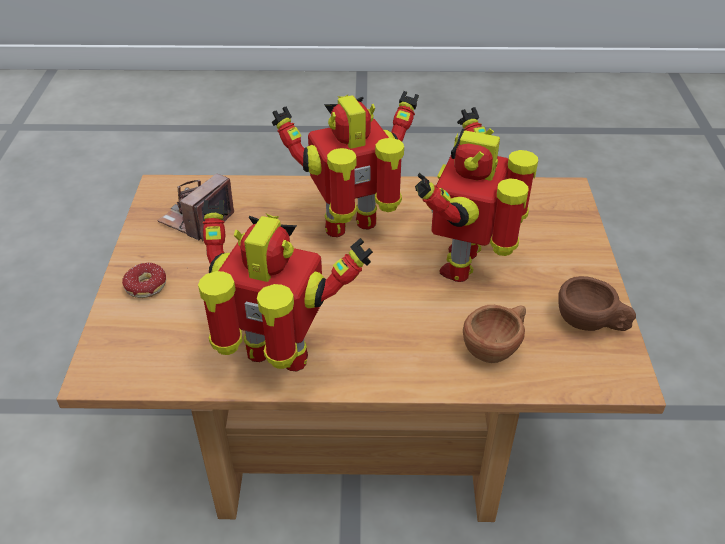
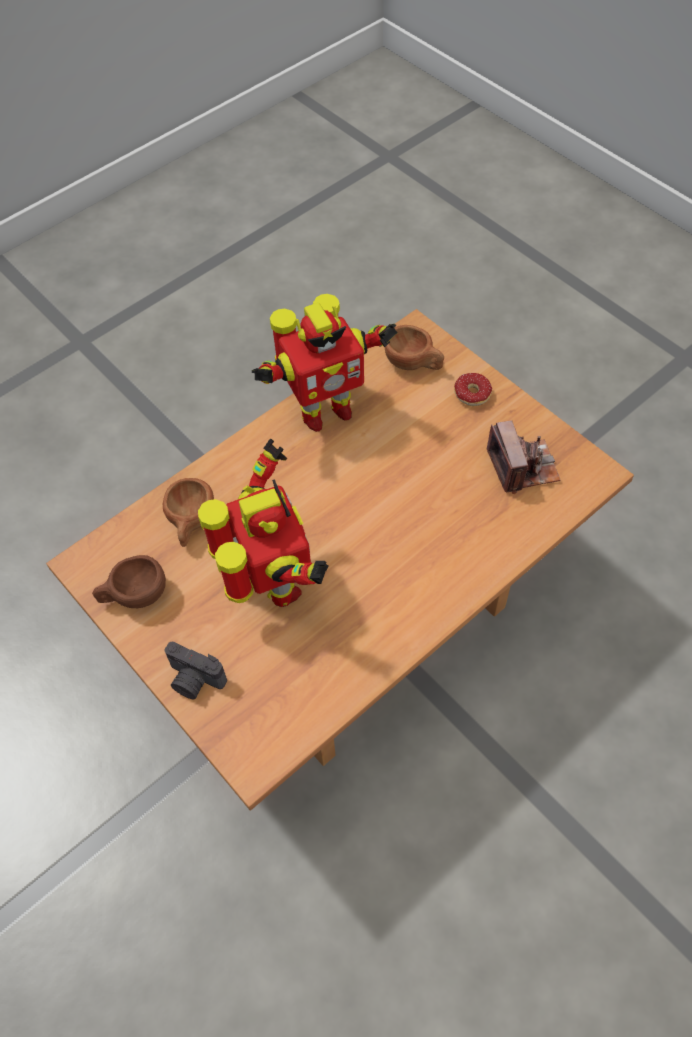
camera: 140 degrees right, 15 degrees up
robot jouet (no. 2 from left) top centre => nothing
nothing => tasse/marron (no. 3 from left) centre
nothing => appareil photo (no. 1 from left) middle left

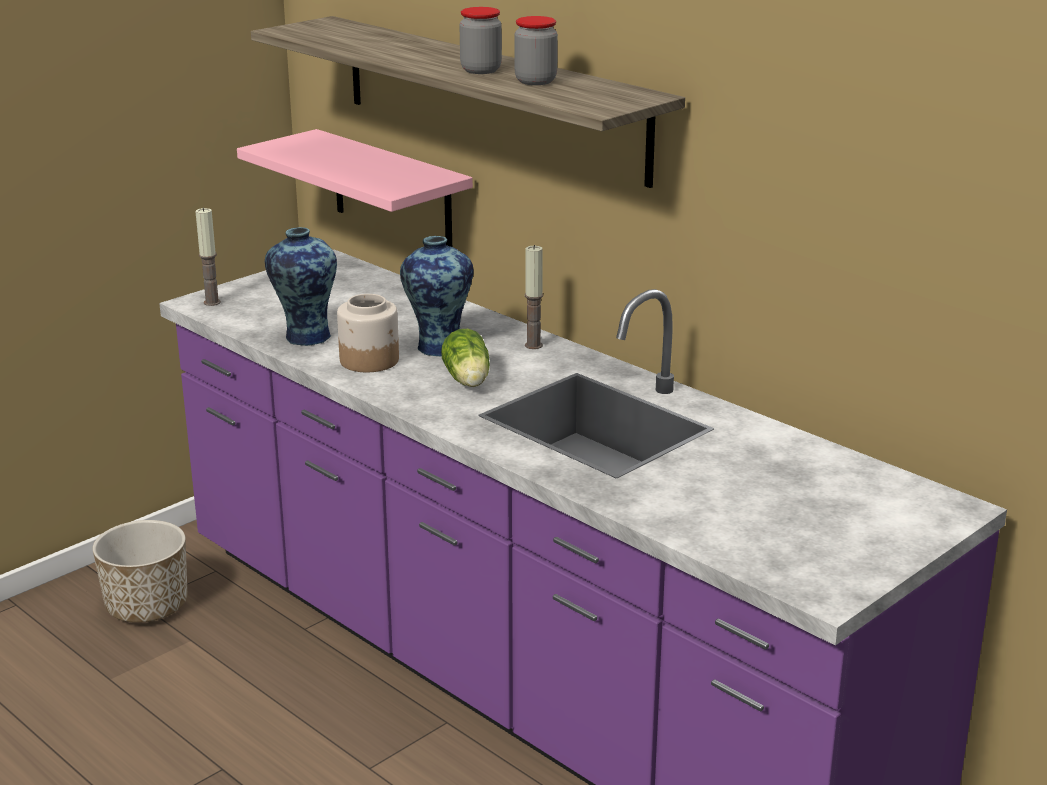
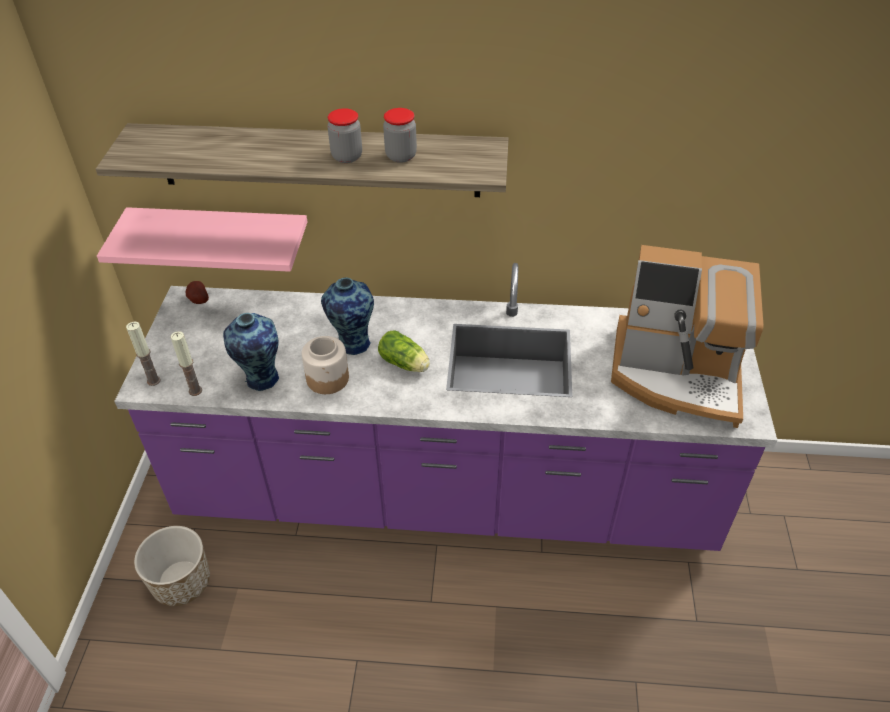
camera: 40 degrees left, 20 degrees up
bougie (no. 2 from left) centre => bougie (no. 2 from left) middle left, relocated
nothing => machine à café middle right
nothing => pomme de terre middle left

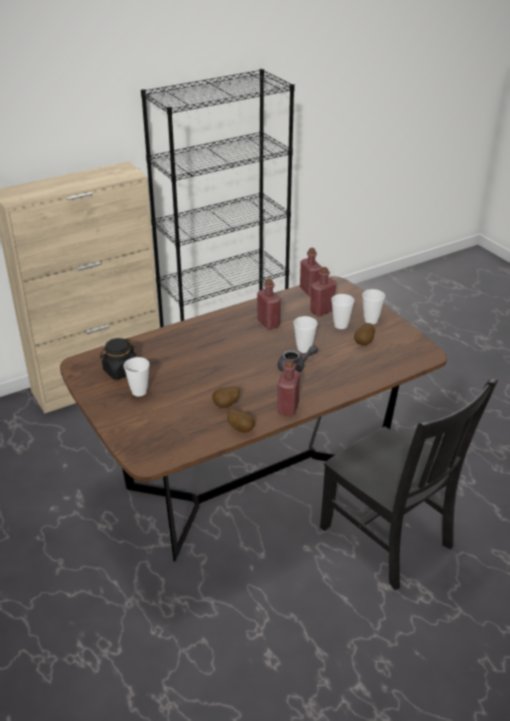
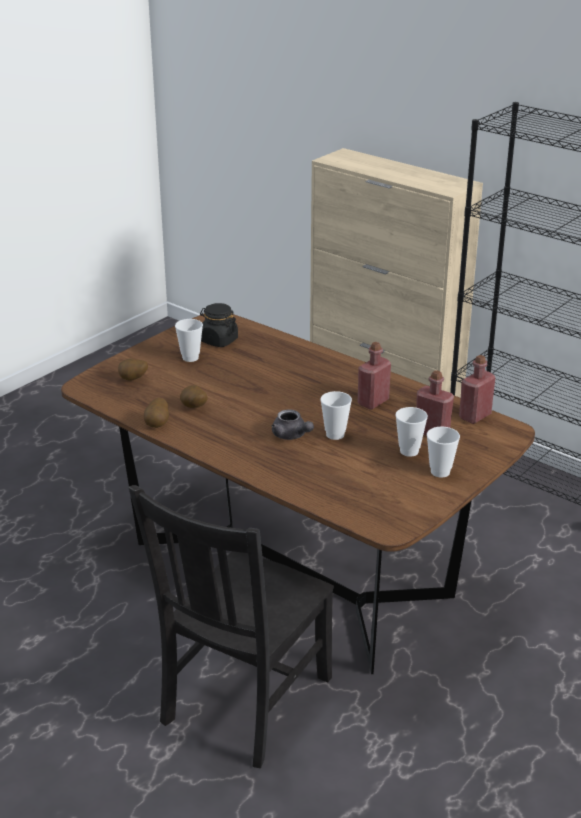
camera: 70 degrees right, 5 degrees down
pomme de terre (no. 3 from left in the first image) middle right => pomme de terre (no. 1 from left) middle left, relocated
bouteille/rouge (no. 2 from left) centre => nothing

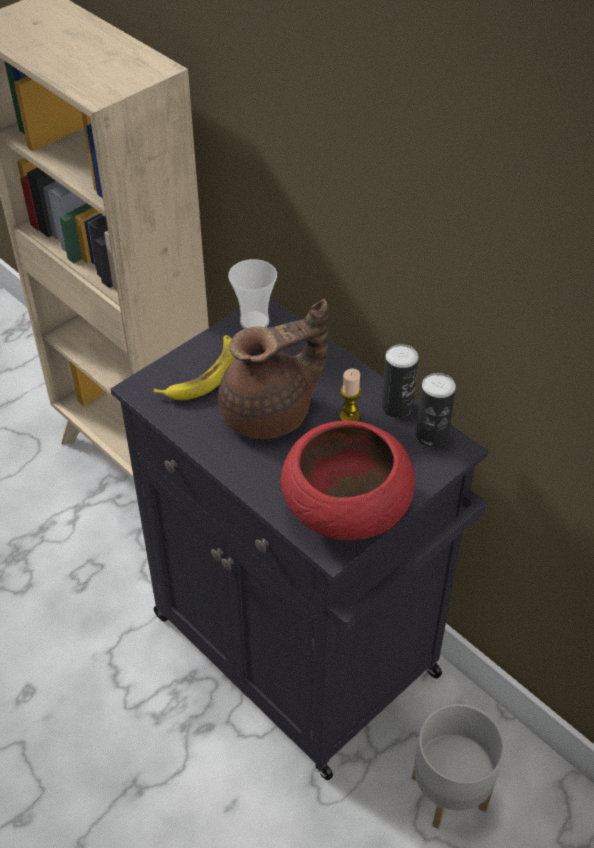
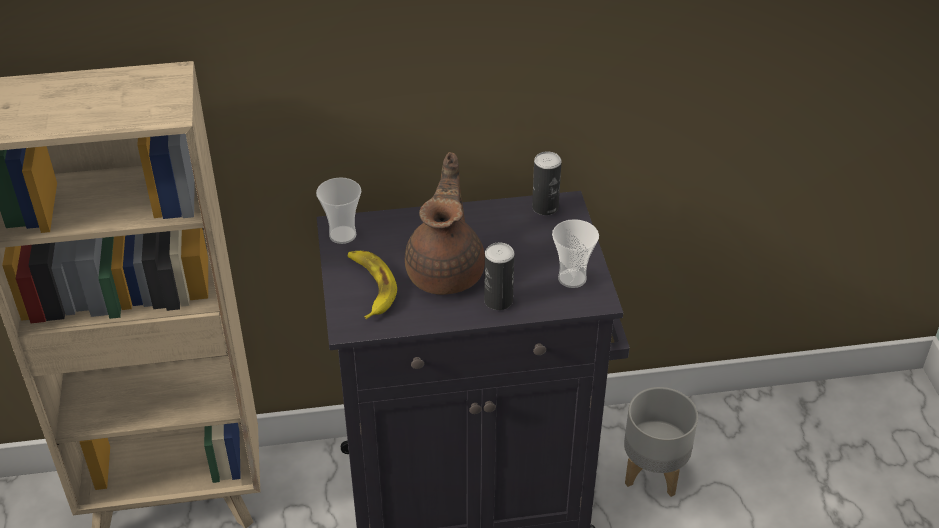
camera: 55 degrees left, 5 degrees down
boîte métallique (no. 1 from left) middle right => boîte métallique (no. 1 from left) centre, relocated
bougie centre => nothing
bol/rouge centre => tasse (no. 2 from left) centre

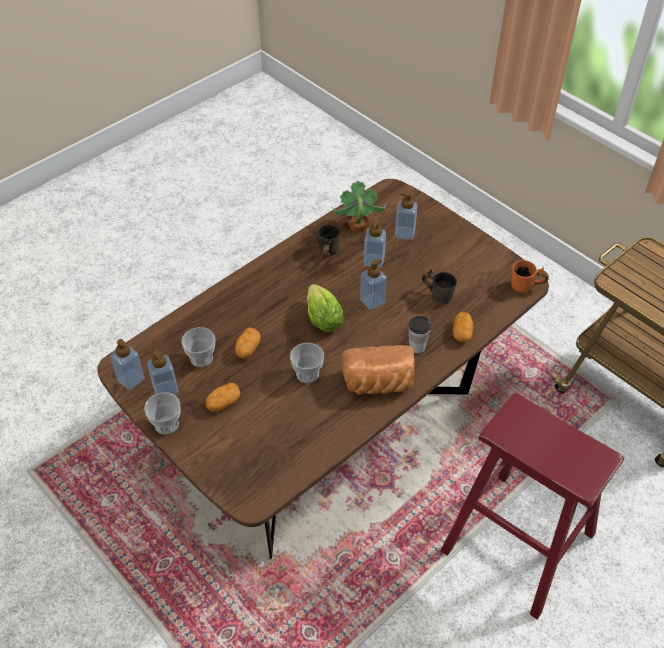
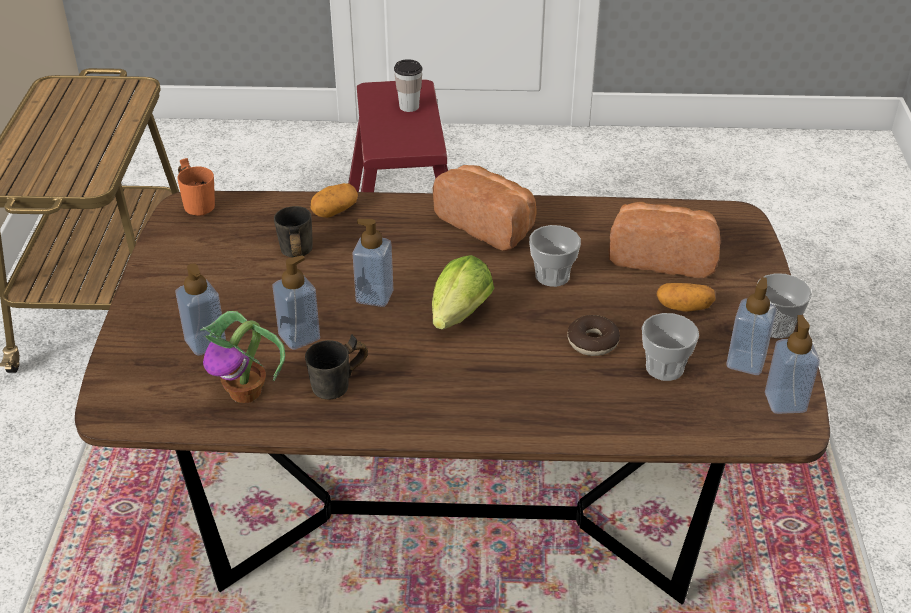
camera: 135 degrees left, 10 degrees down
tasse (no. 4 from left in the first image) centre => tasse (no. 1 from left) top centre, relocated
pomme de terre (no. 2 from left) centre => beignet centre
nothing => pain (no. 2 from left) middle right

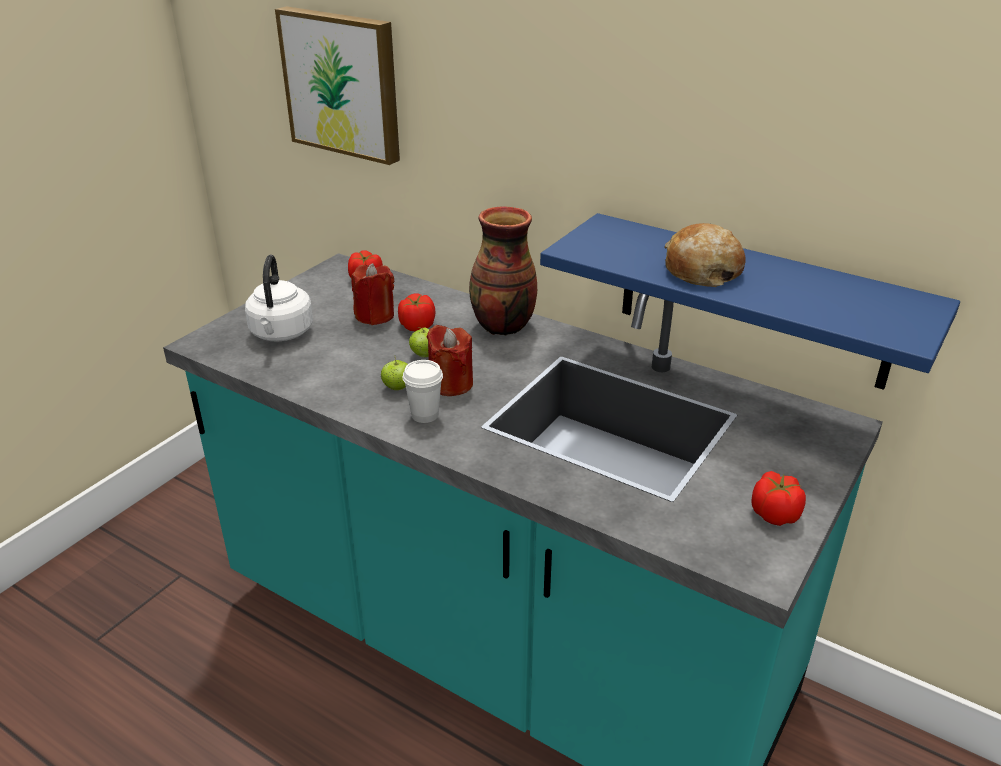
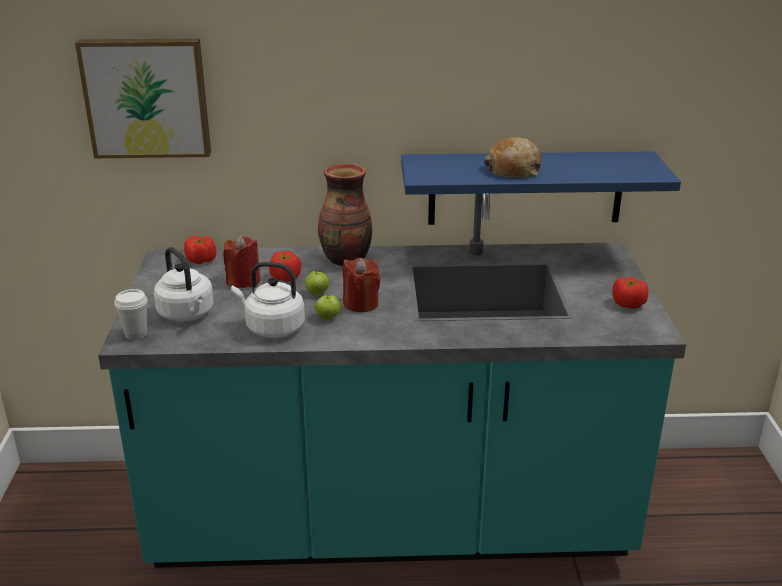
camera: 35 degrees left, 5 degrees down
tasse/blanc centre => tasse/blanc middle left, relocated
nothing => bouilloire/blanc (no. 2 from left) centre

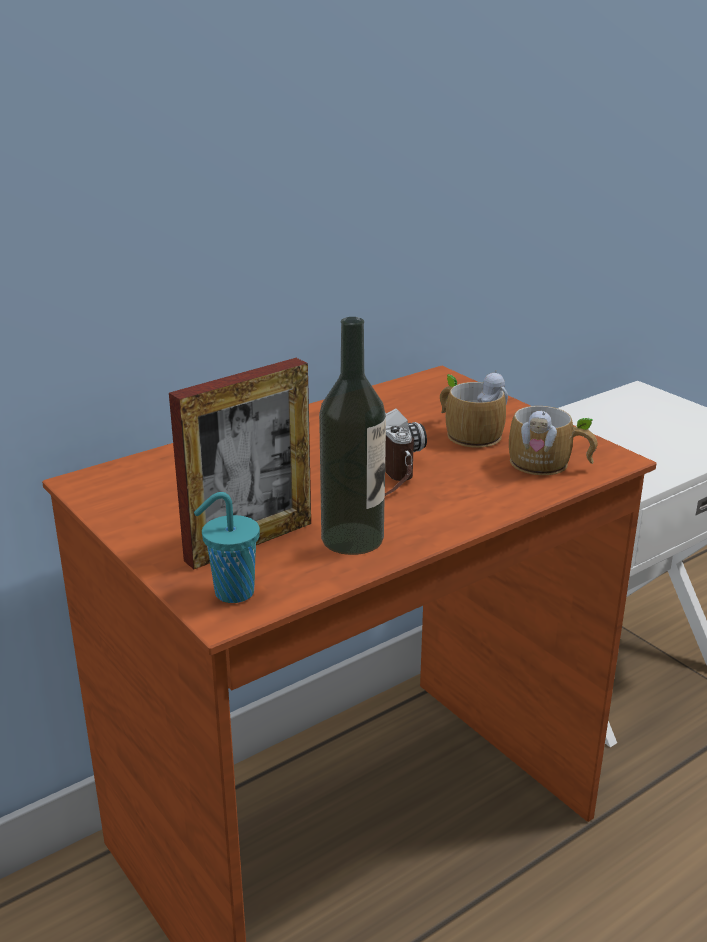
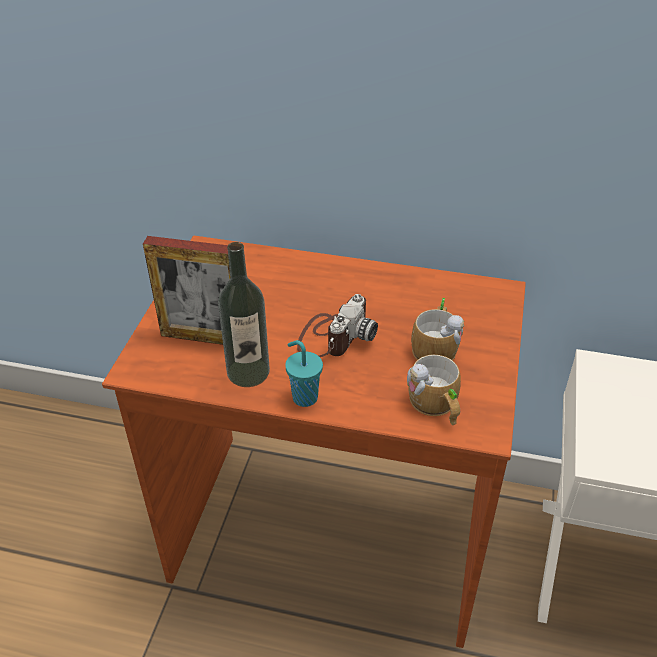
camera: 50 degrees right, 15 degrees up
tasse/turquoise middle left => tasse/turquoise centre, relocated

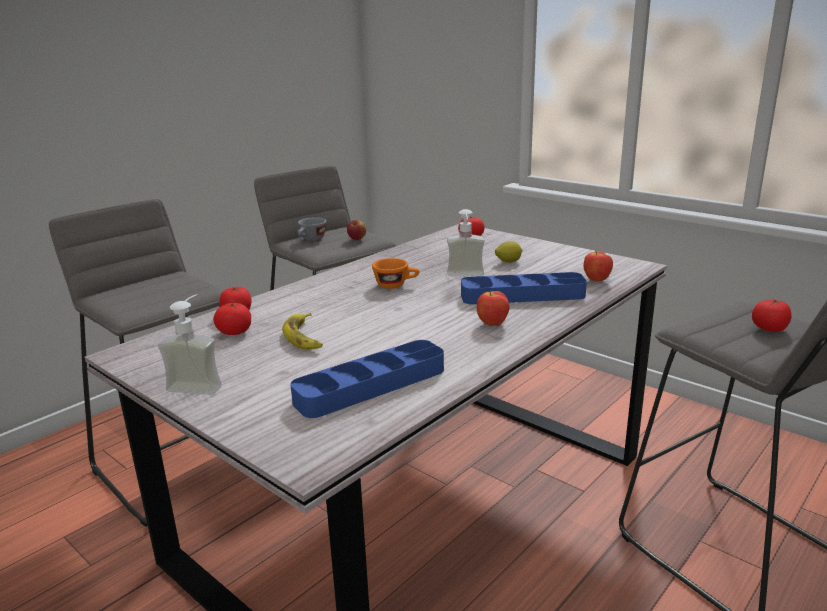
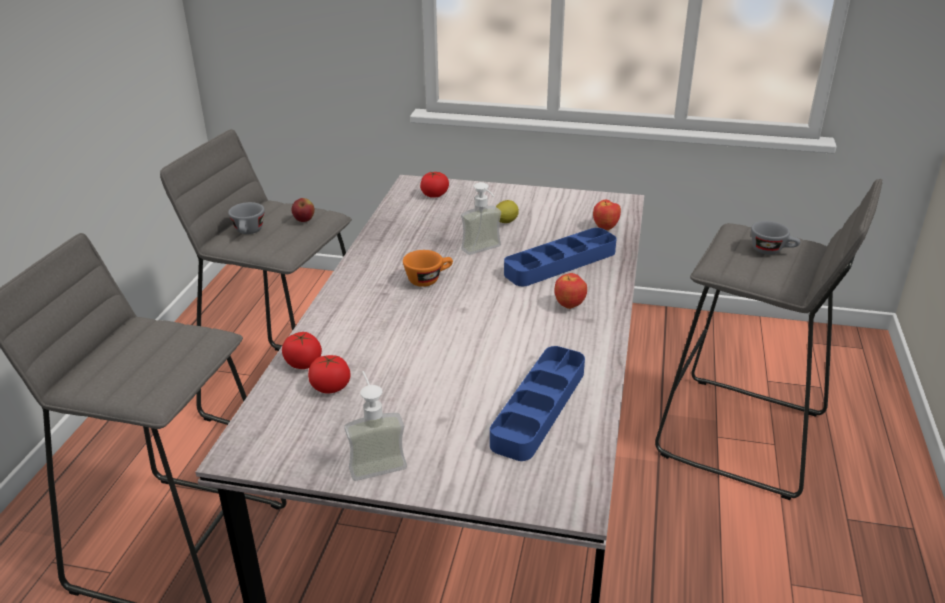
camera: 30 degrees left, 10 degrees up
tomate (no. 4 from left) middle right => tasse/gris (no. 2 from left) middle right
banane centre => nothing

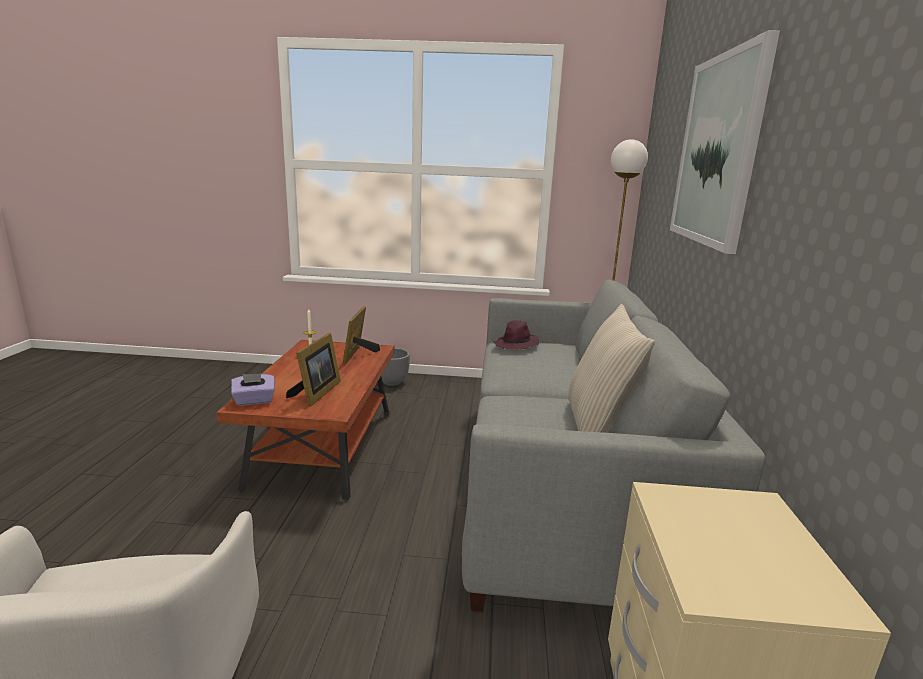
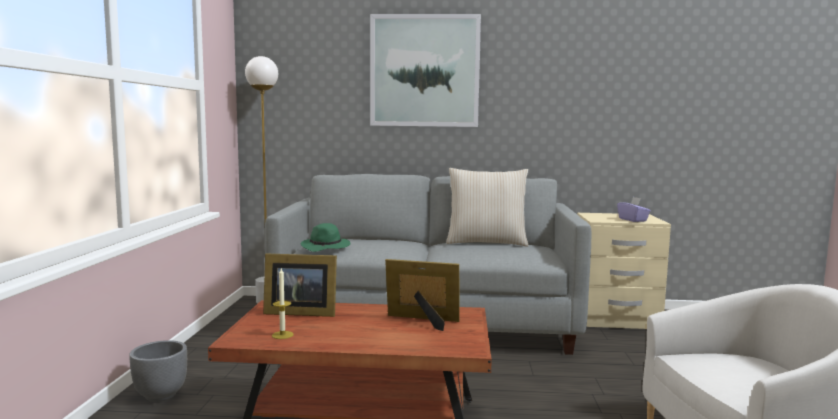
camera: 90 degrees left, 10 degrees down
chapeau/violet centre => chapeau/vert centre
boîte à mouchoirs/violet middle left => boîte à mouchoirs/violet middle right, relocated

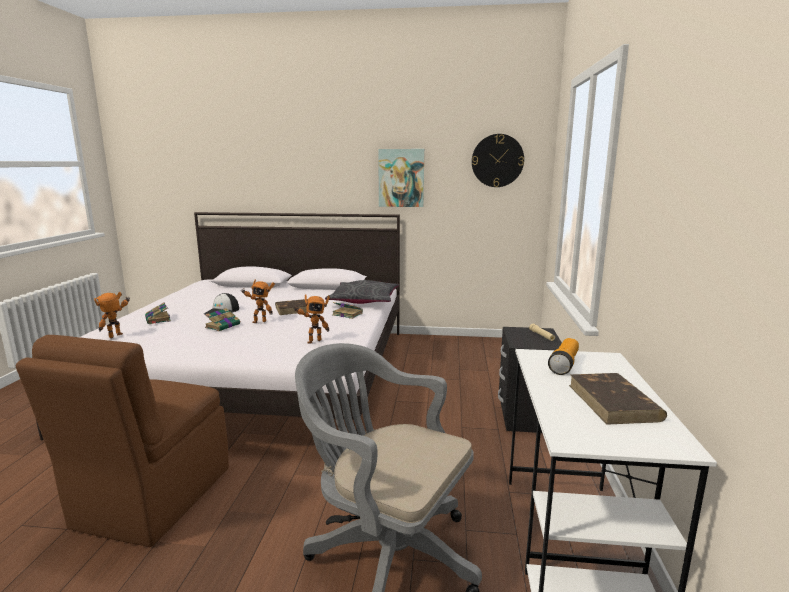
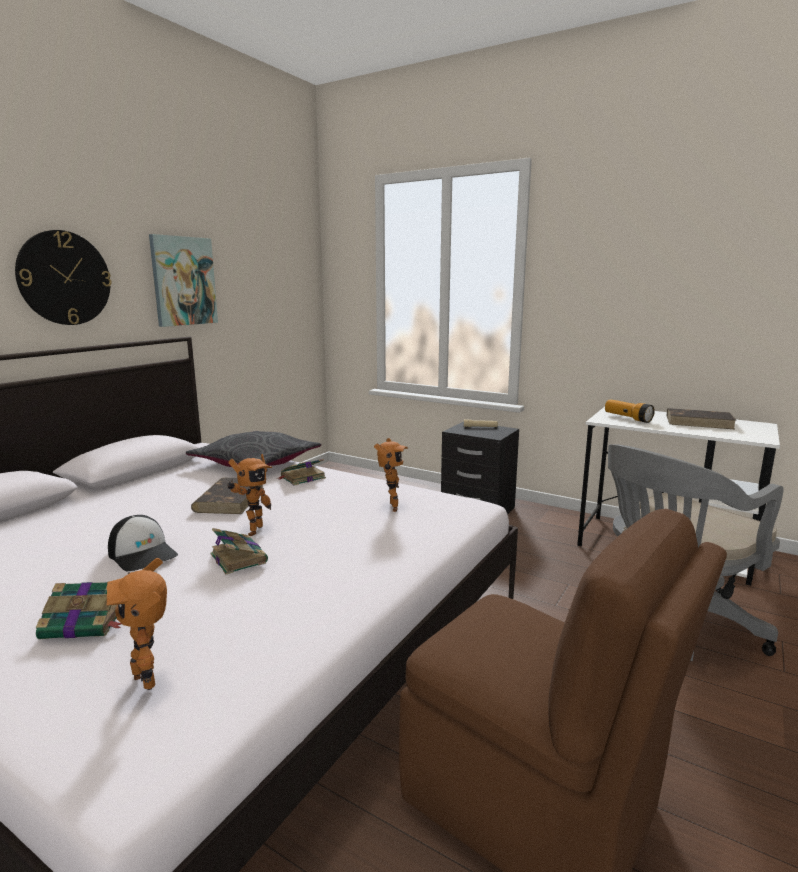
camera: 65 degrees left, 0 degrees up
horloge murale top centre => horloge murale top left, relocated

